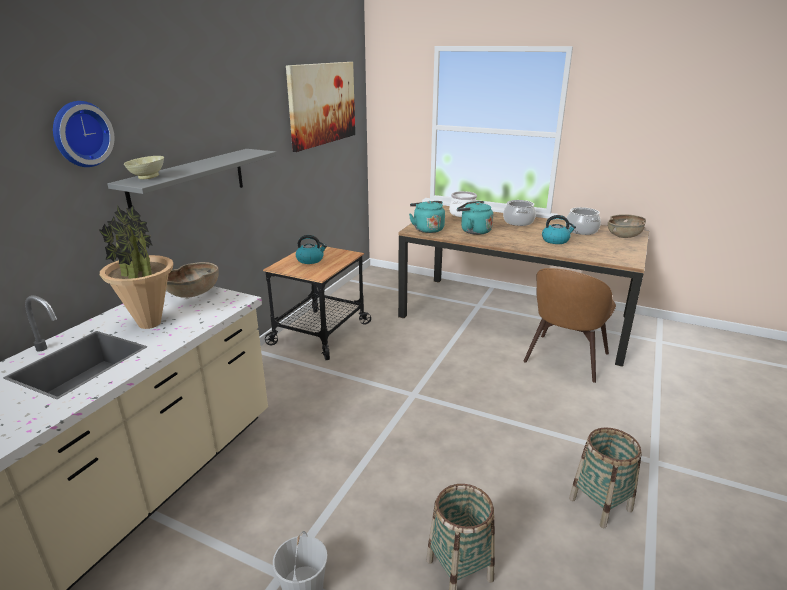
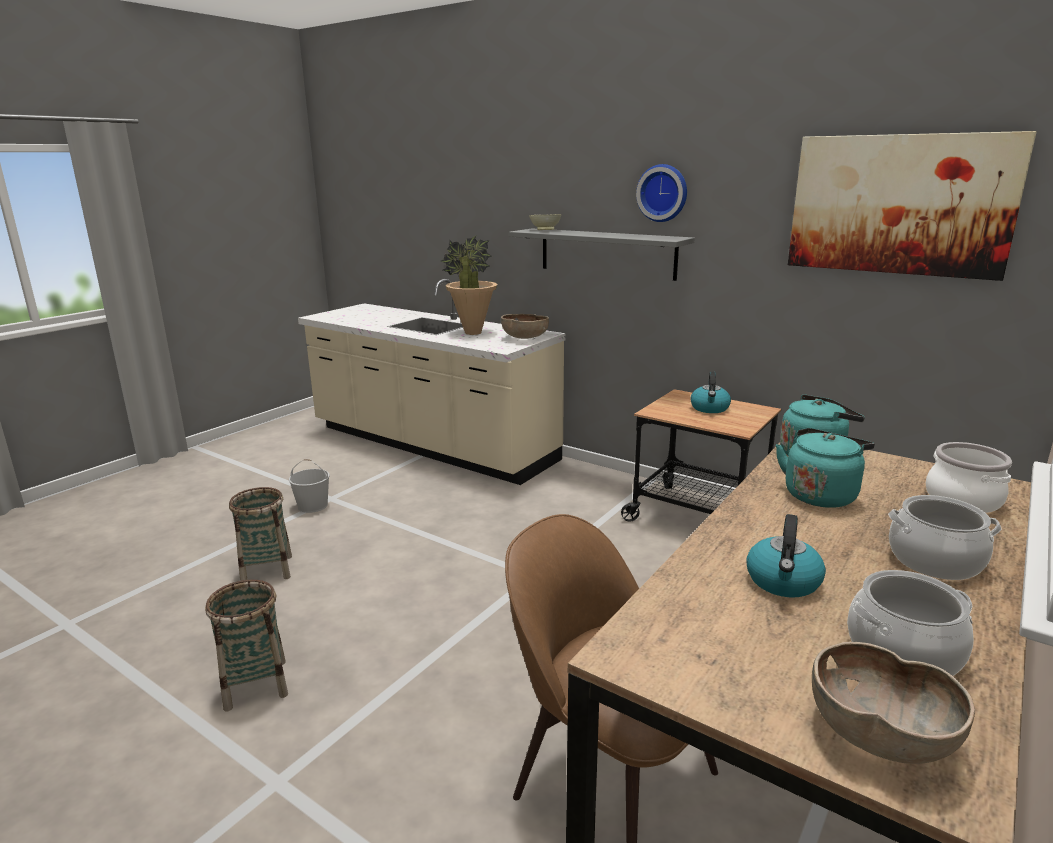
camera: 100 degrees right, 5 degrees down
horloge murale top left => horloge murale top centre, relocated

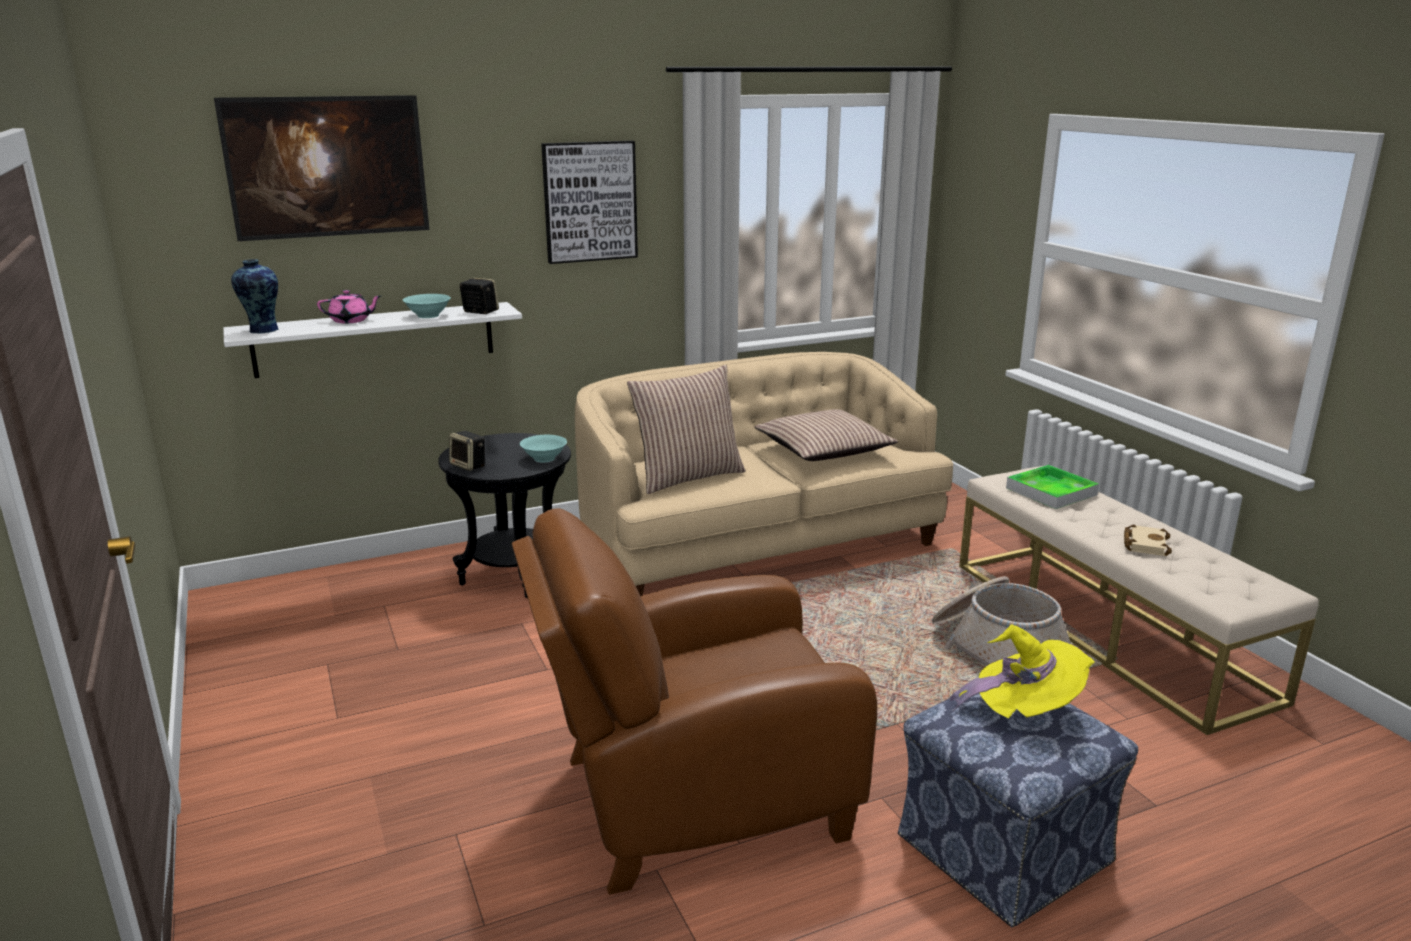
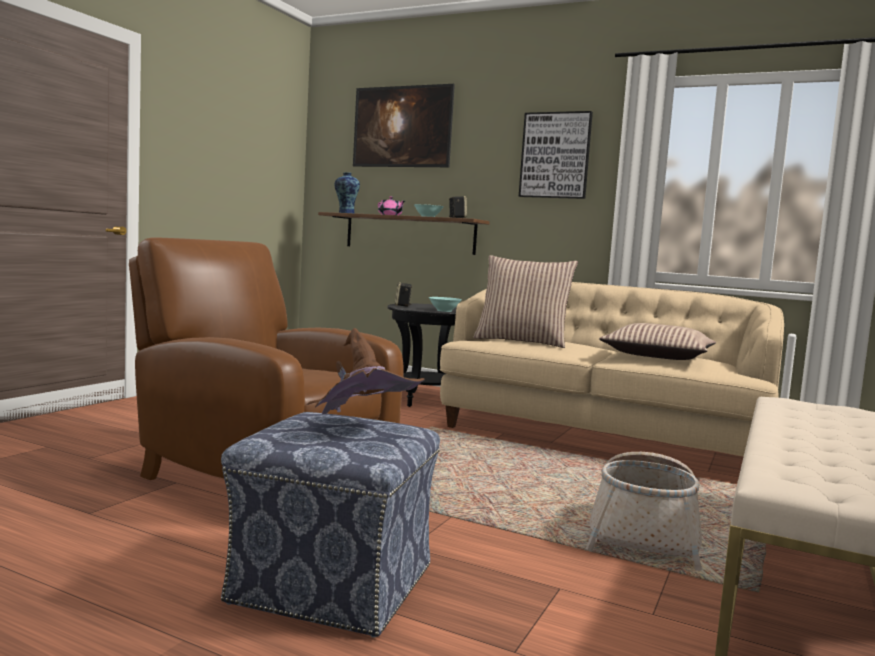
camera: 50 degrees right, 15 degrees down
étagère/blanc middle left => étagère/marron centre
plateau middle right => nothing
livre/beige middle right => nothing
chapeau/jaune bottom right => chapeau/marron centre

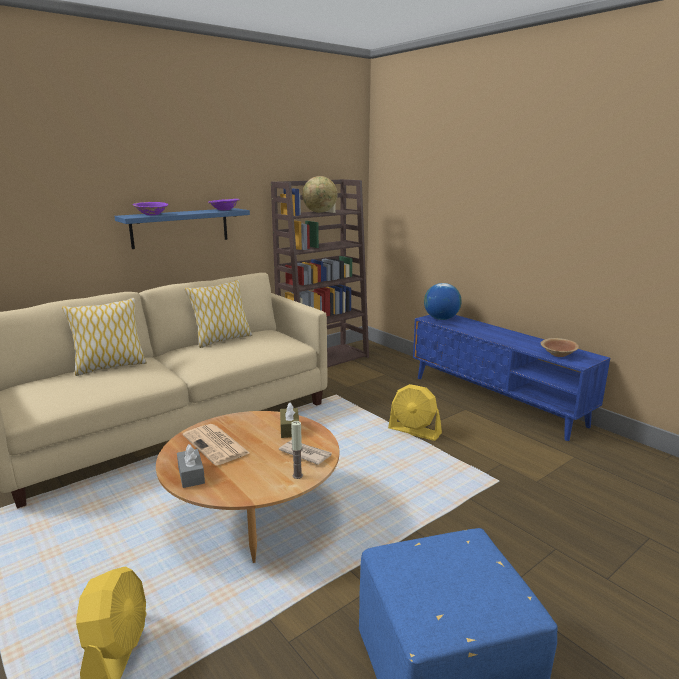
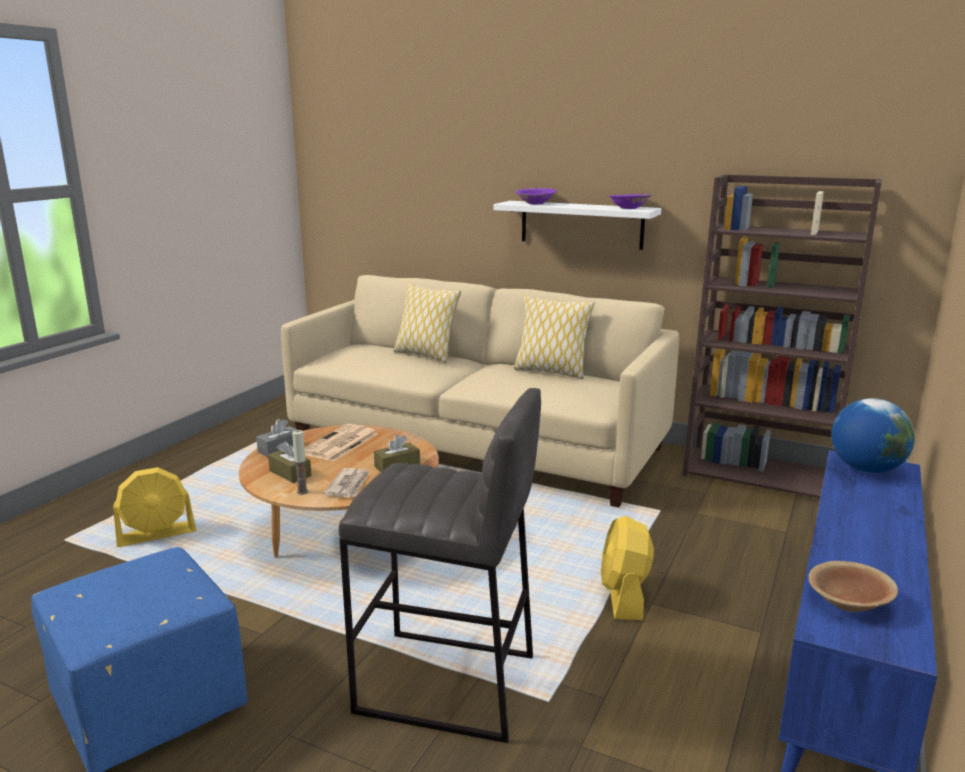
camera: 65 degrees right, 0 degrees up
globe (no. 1 from left) top centre => nothing
étagère/bleu middle left => étagère/blanc top centre
nothing => tabouret/gris bottom centre
nothing => boîte à mouchoirs/marron (no. 1 from left) middle left

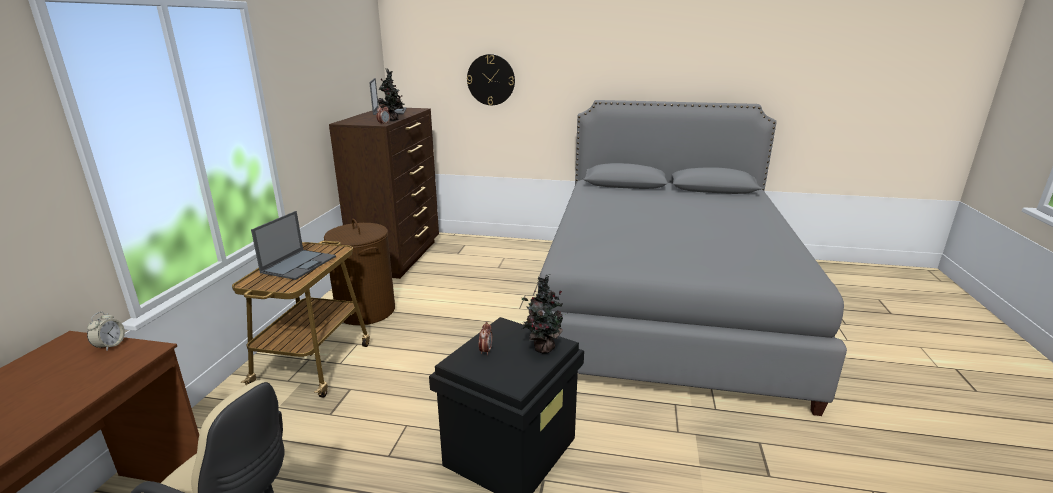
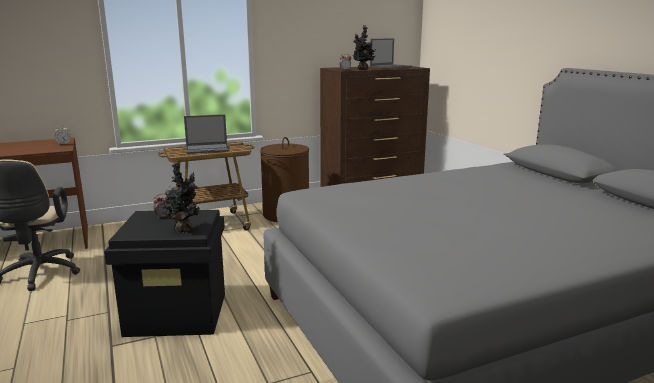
camera: 55 degrees right, 5 degrees down
horloge murale top centre => nothing

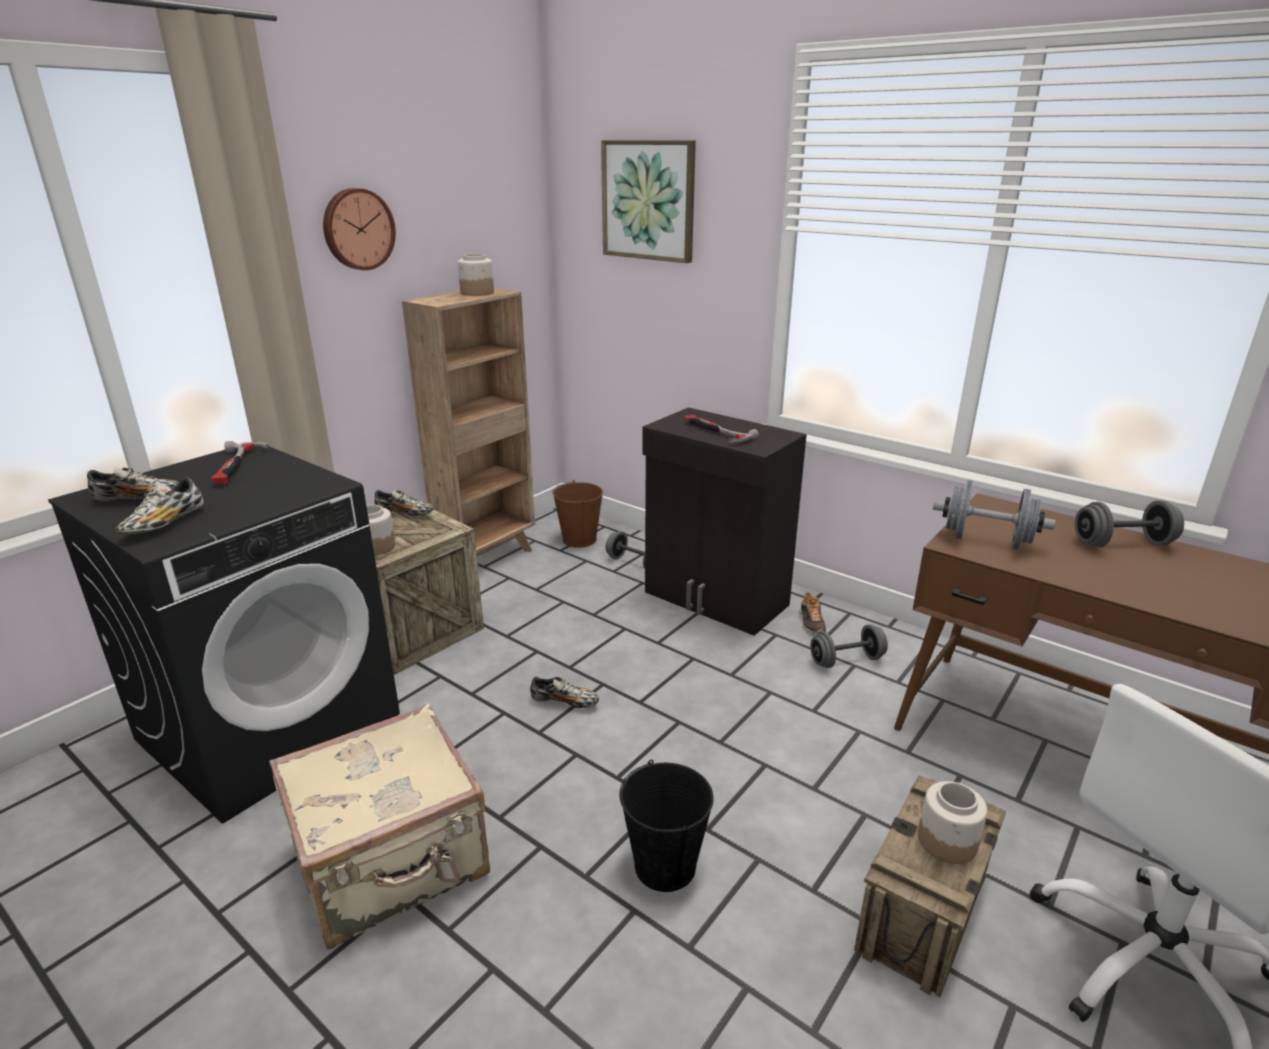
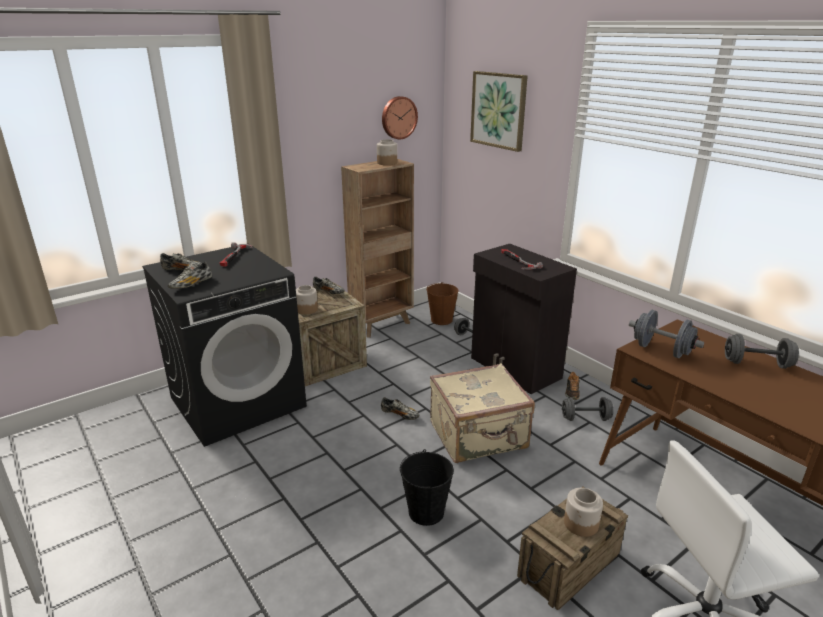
camera: 15 degrees right, 0 degrees up
horloge murale top left => horloge murale top centre, relocated
valise/beige bottom left => valise/beige bottom centre, relocated

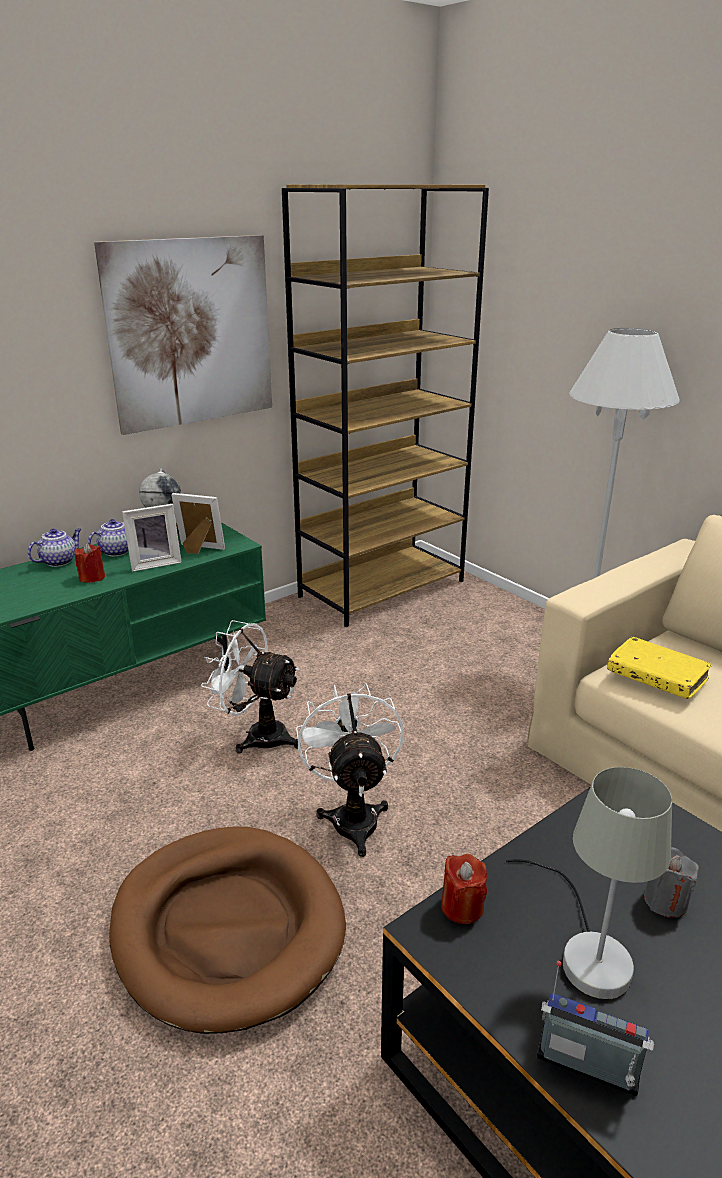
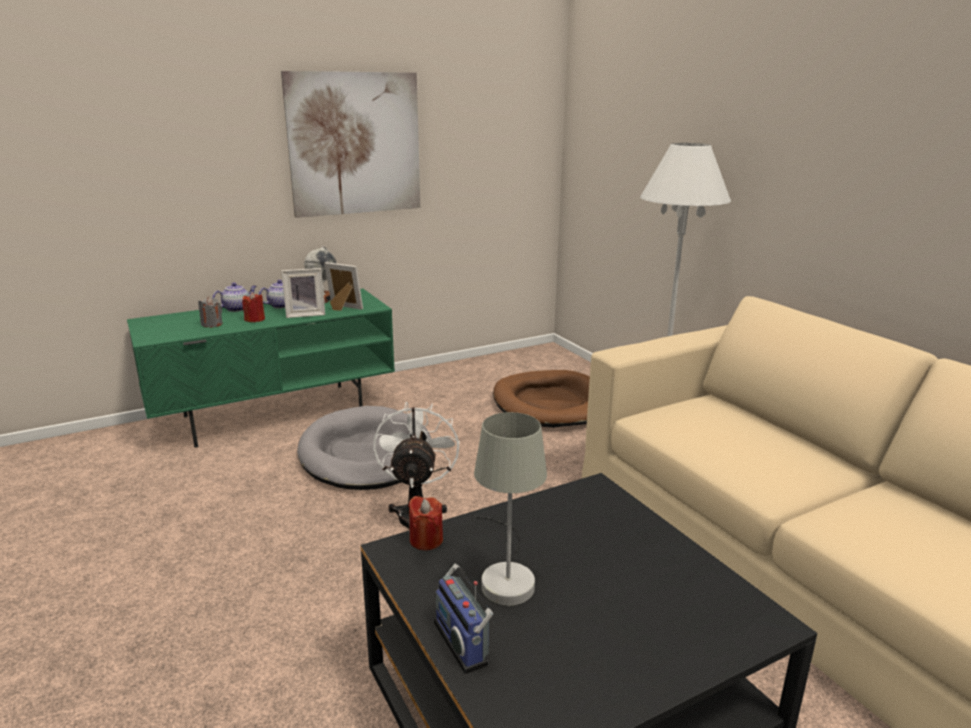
camera: 10 degrees right, 5 degrees down
bibliothèque/marron centre => nothing
ventilateur/blanc (no. 1 from left) centre => panier pour chien/gris centre
livre/jaune middle right => nothing
panier pour chien/marron bottom left => panier pour chien/marron centre, relocated
bougie/gris bottom right => bougie/gris middle left, relocated
radio bottom right => radio bottom centre, 150 degrees counterclockwise

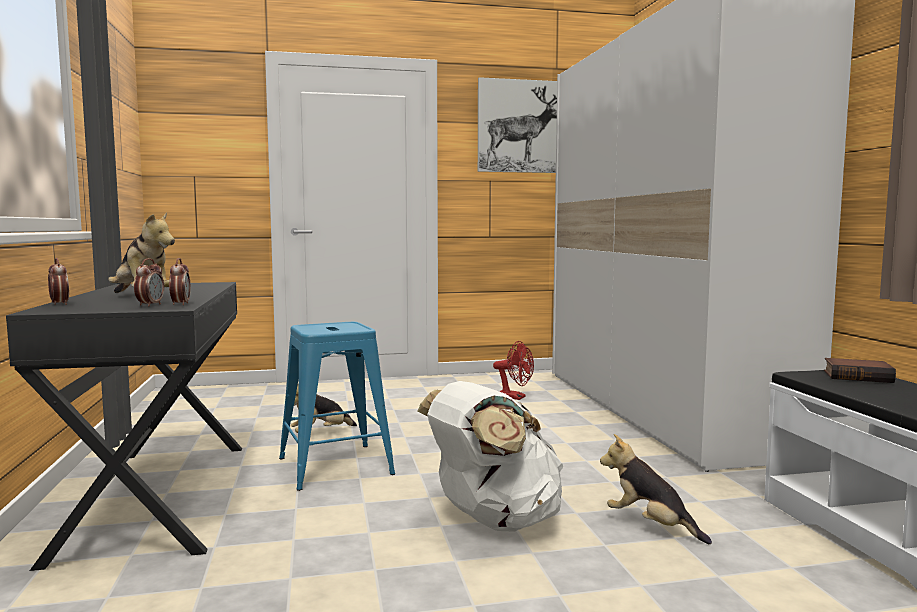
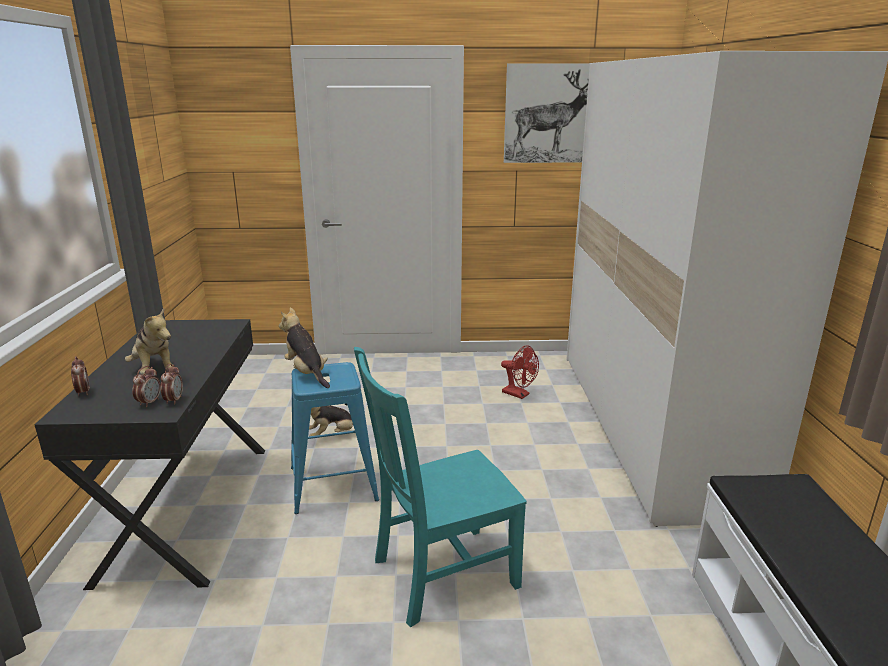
camera: 10 degrees right, 15 degrees up
livre middle right => nothing
sac à dos/blanc bottom centre => chaise/turquoise bottom centre
peluche (no. 3 from left in the first image) bottom right => peluche (no. 2 from left) centre, relocated

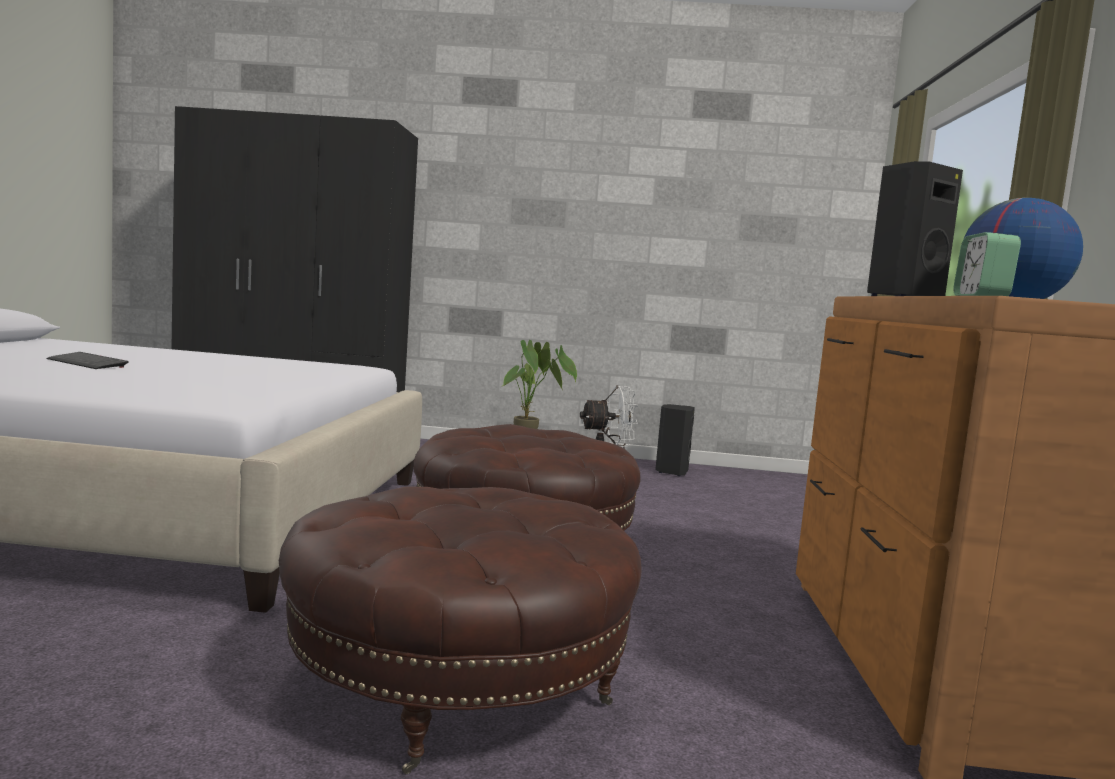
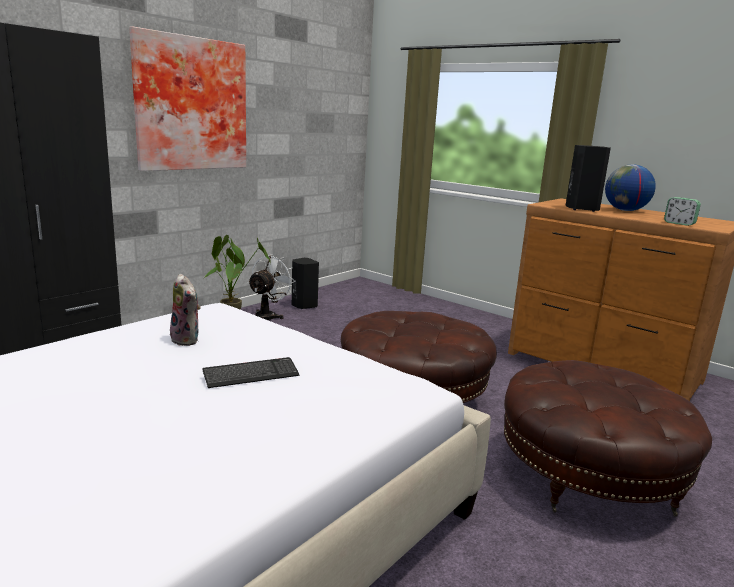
camera: 55 degrees left, 10 degrees up
clavier middle left => clavier centre, relocated
nothing => tableau top left
nothing => peluche middle left

